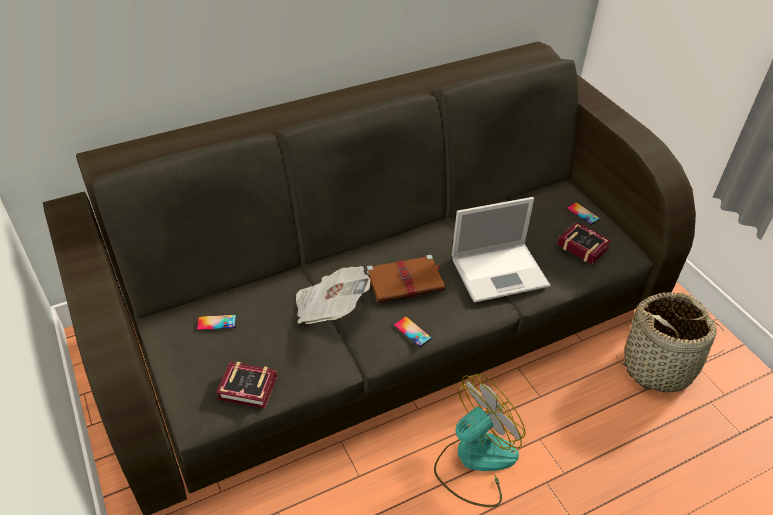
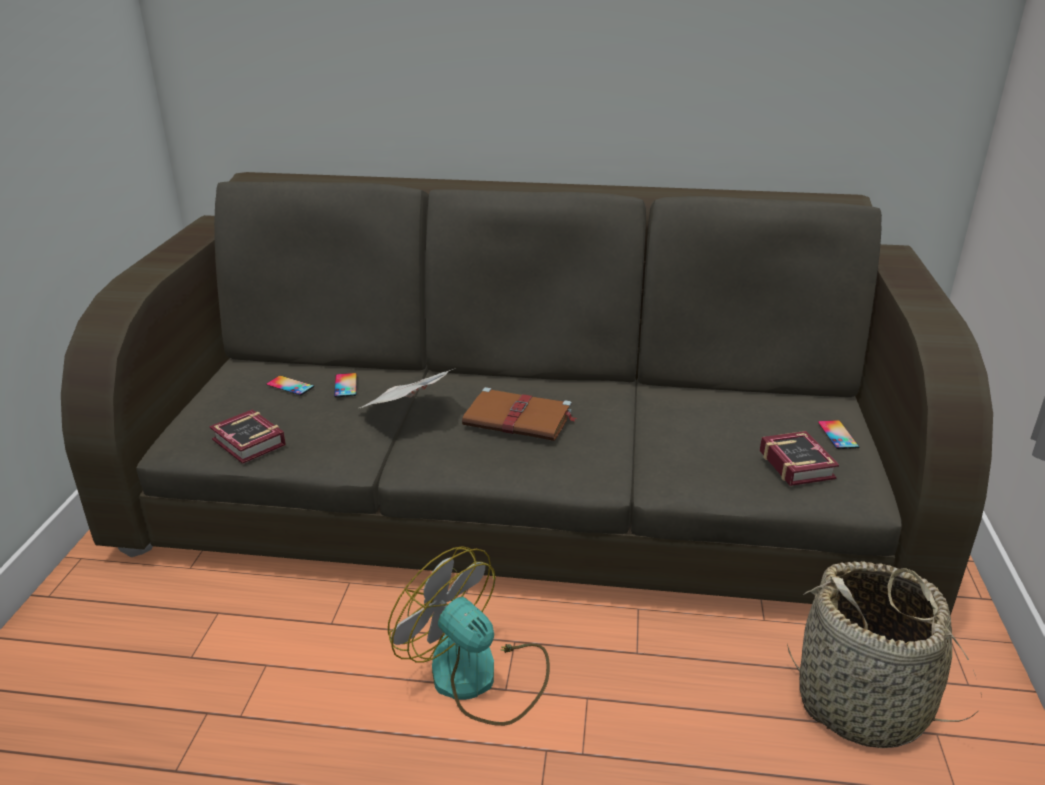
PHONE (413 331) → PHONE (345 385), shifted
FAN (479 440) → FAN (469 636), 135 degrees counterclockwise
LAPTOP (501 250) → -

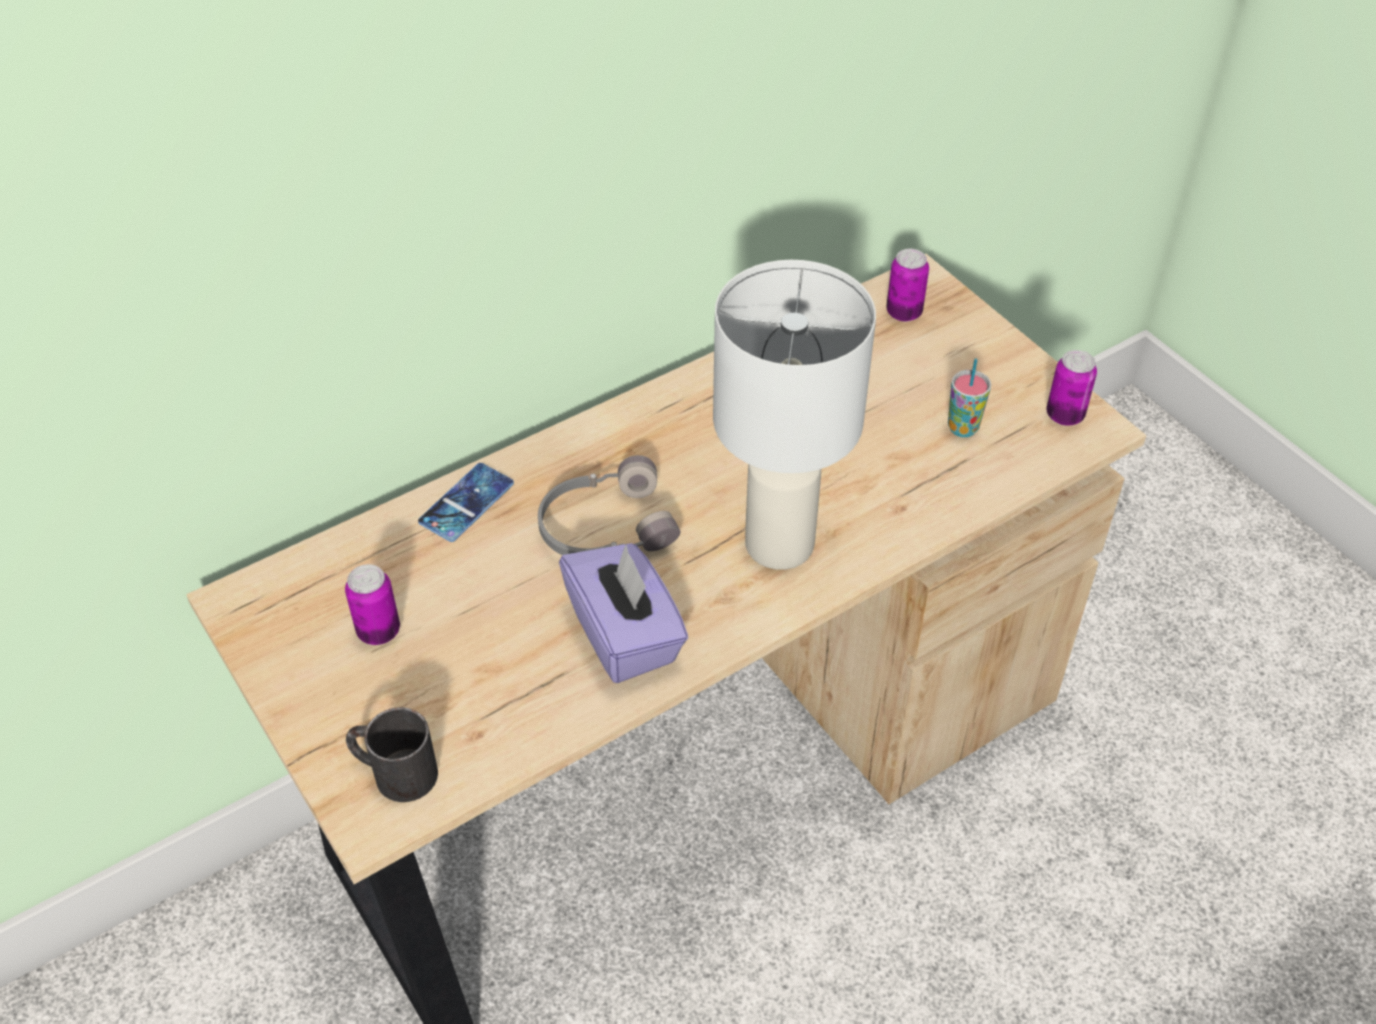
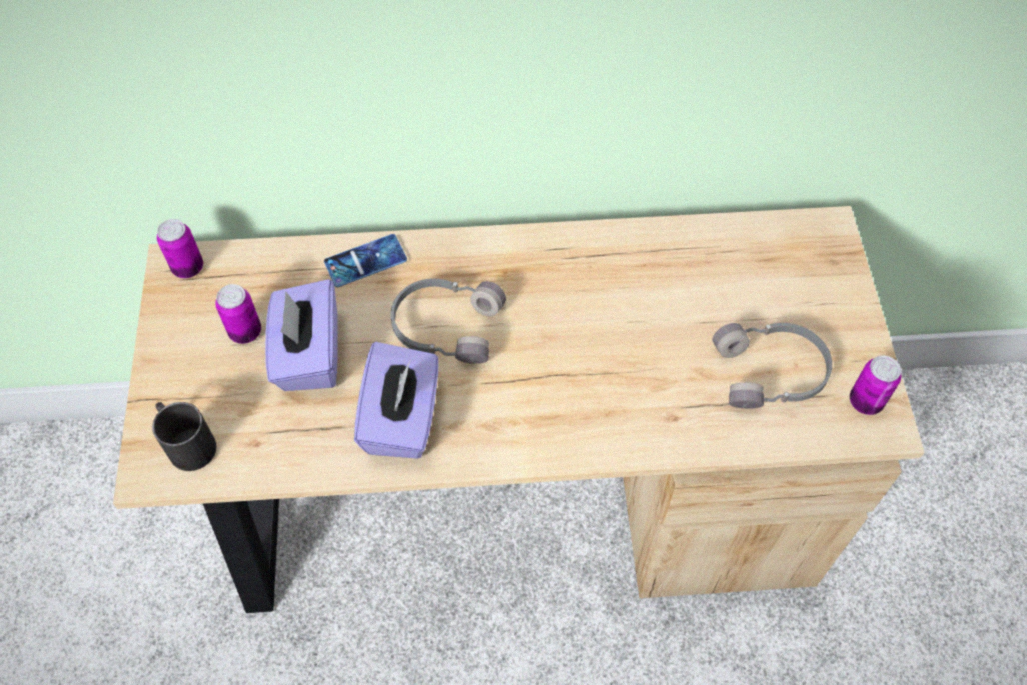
WHITE TABLE LAMP (794 415) → -
CAN (907 285) → CAN (180 248), shifted
CUP (969 398) → GREY HEADPHONES (772 366)
- → PURPLE TISSUE BOX (301 335)

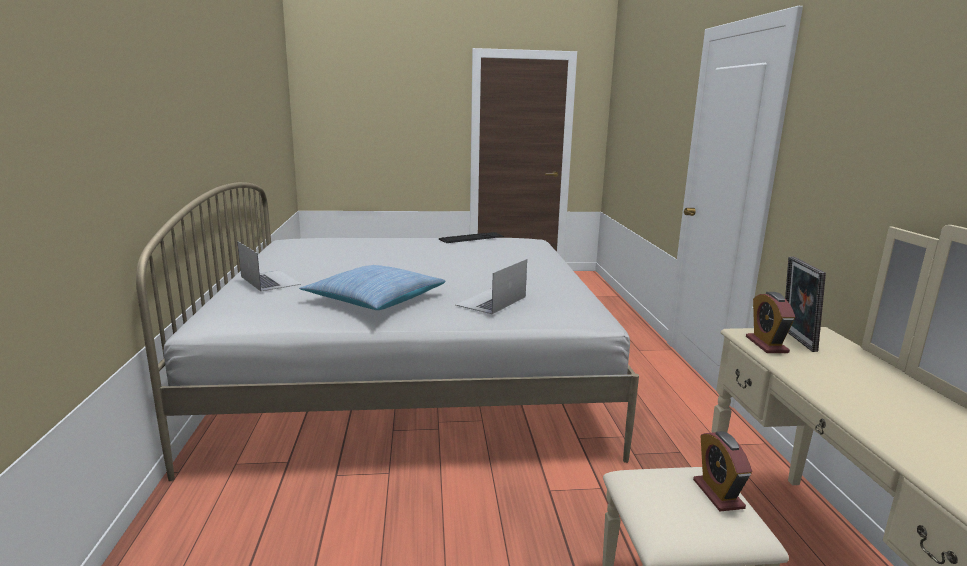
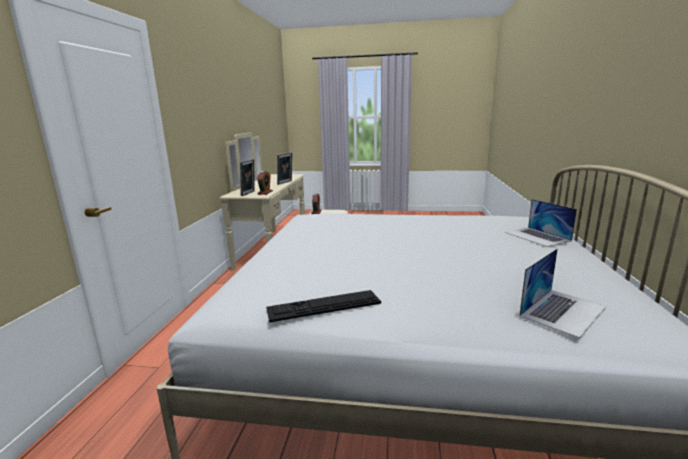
PILLOW (372 287) → -
LAPTOP (491 286) → LAPTOP (562 293), shifted
- → PICTURE FRAME (284 169)

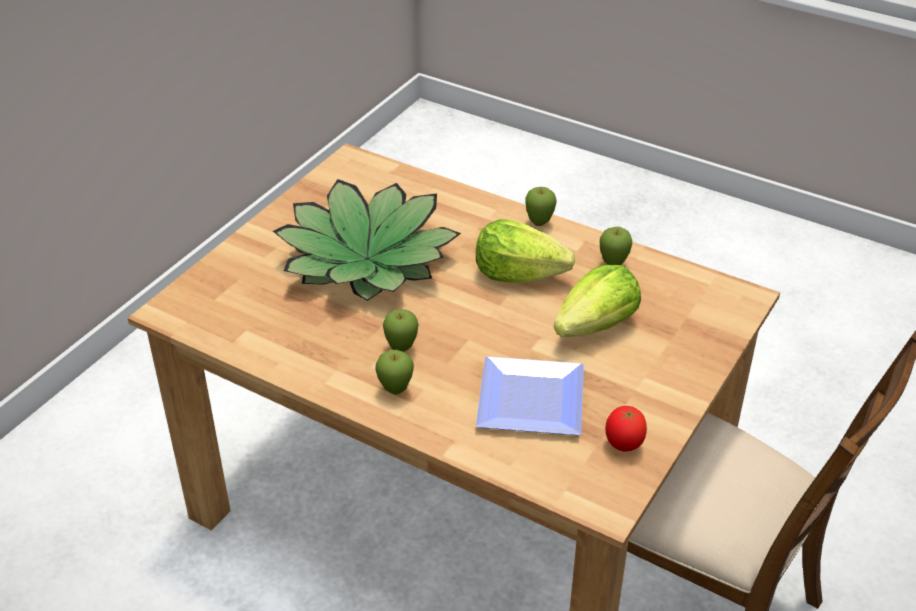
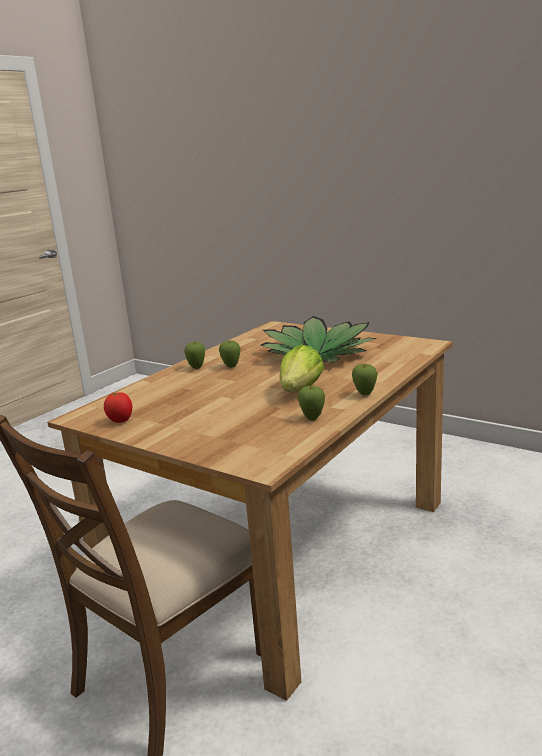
PLATE (530 395) → -
LETTUCE (597 301) → -

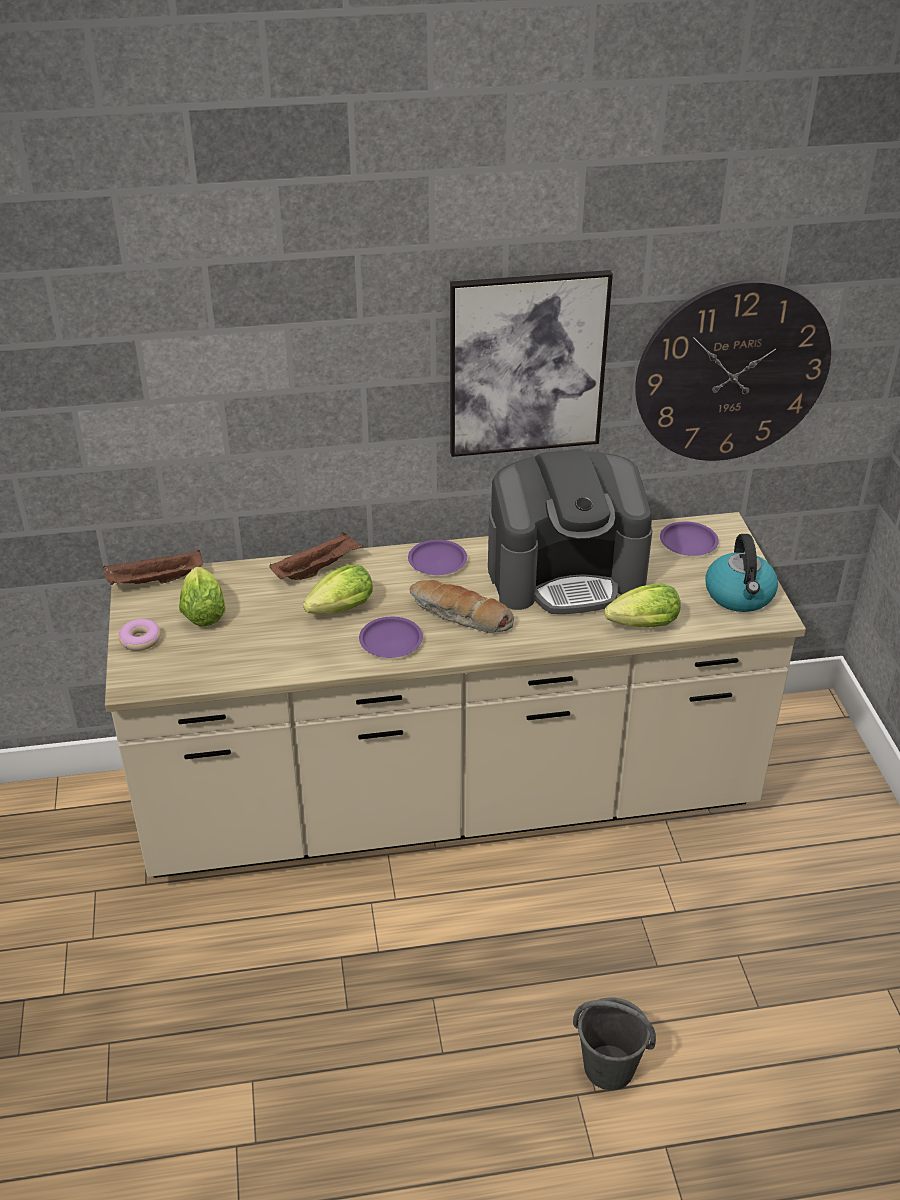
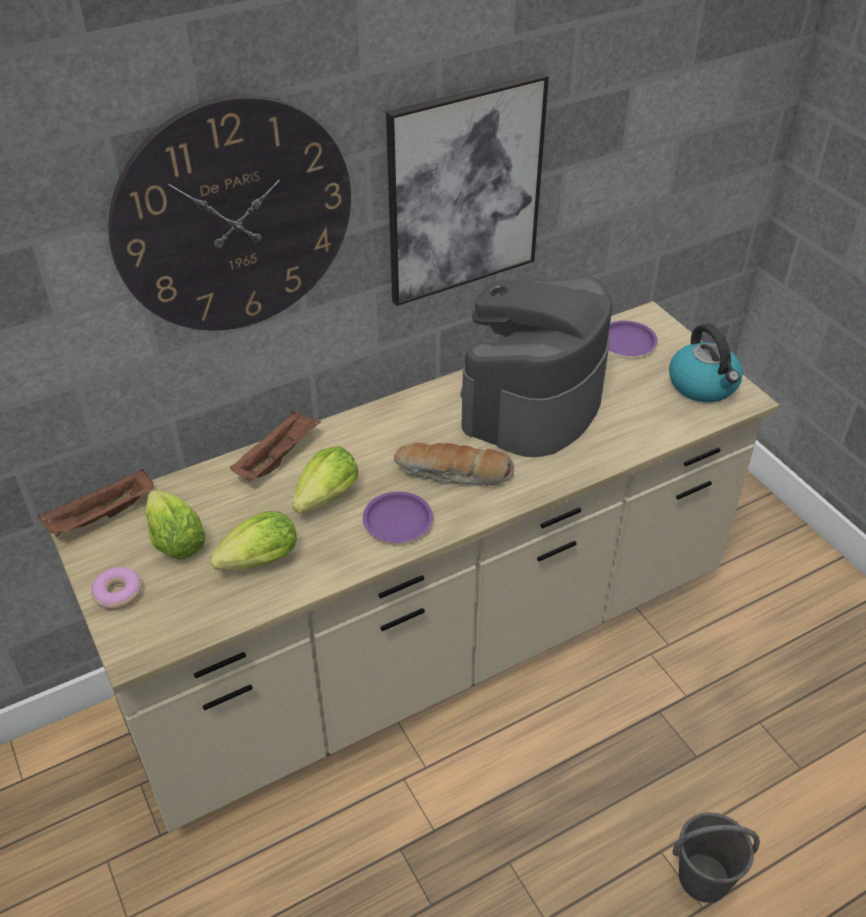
PURPLE PLATE (437 557) → -
COFFEE MACHINE (570 531) → COFFEE MACHINE (536 366), 150 degrees clockwise
LETTUCE (642 605) → LETTUCE (253 540), shifted
WALL CLOCK (733 370) → WALL CLOCK (229 213), shifted

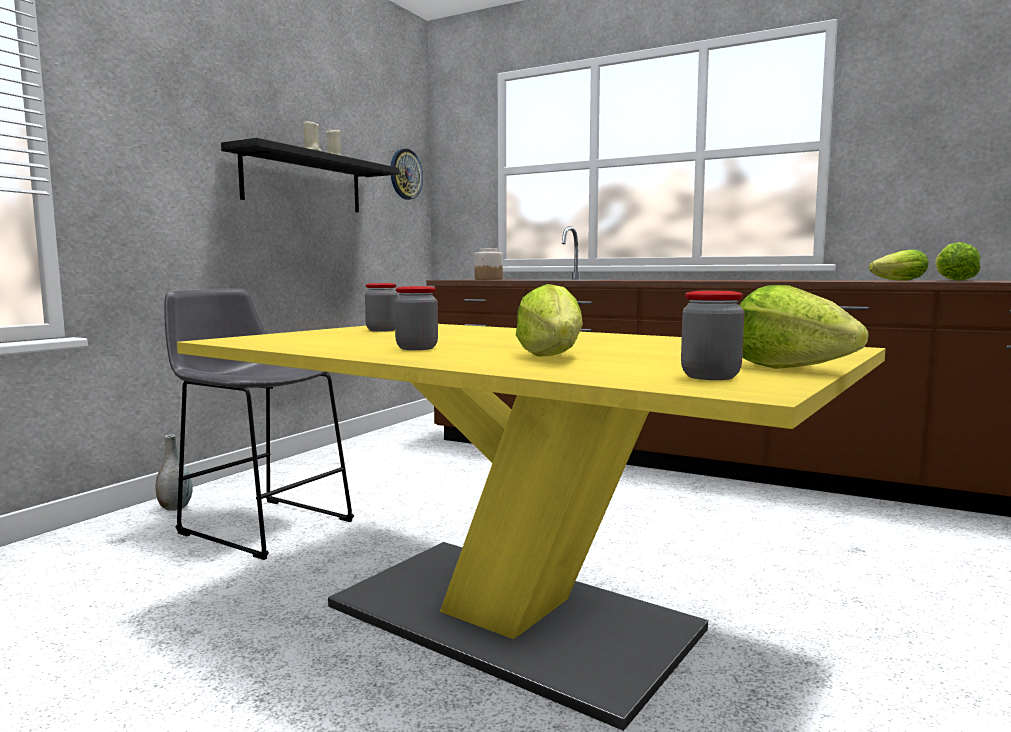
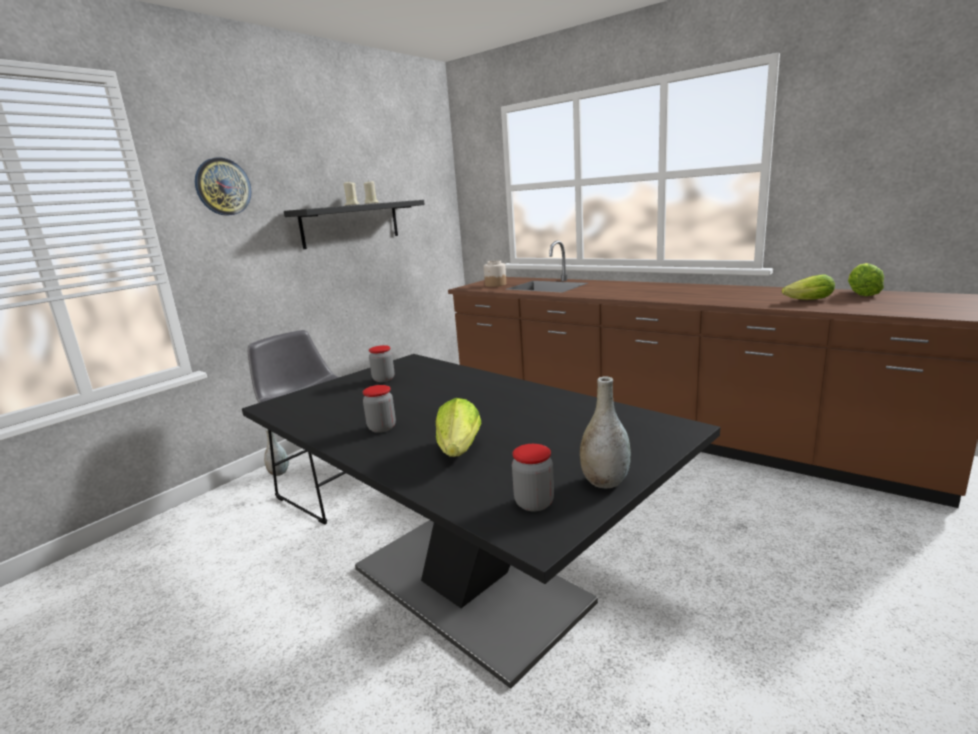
YELLOW DINING TABLE (531 527) → BLACK DINING TABLE (481 521)
WALL CLOCK (407 174) → WALL CLOCK (223 187), shifted
LETTUCE (804 327) → GREY VASE (605 432)

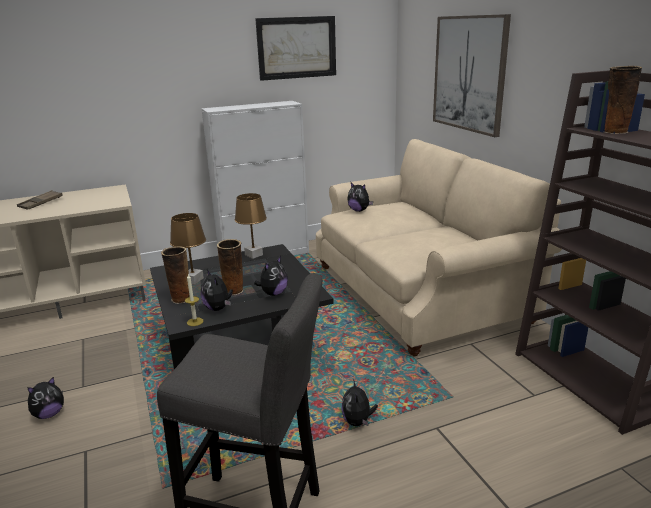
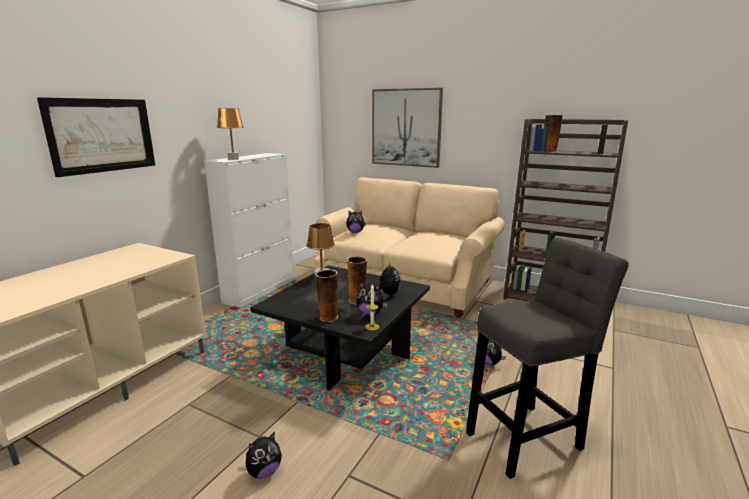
BROWN TRAY (40 200) → -
PLUSH TOY (45 398) → PLUSH TOY (264 455), 45 degrees clockwise
BROWN TABLE LAMP (188 248) → BROWN TABLE LAMP (230 134), shifted
PICTURE (295 48) → PICTURE (96 137), shifted

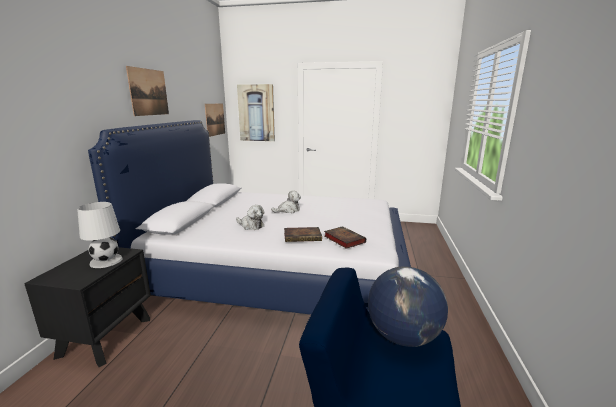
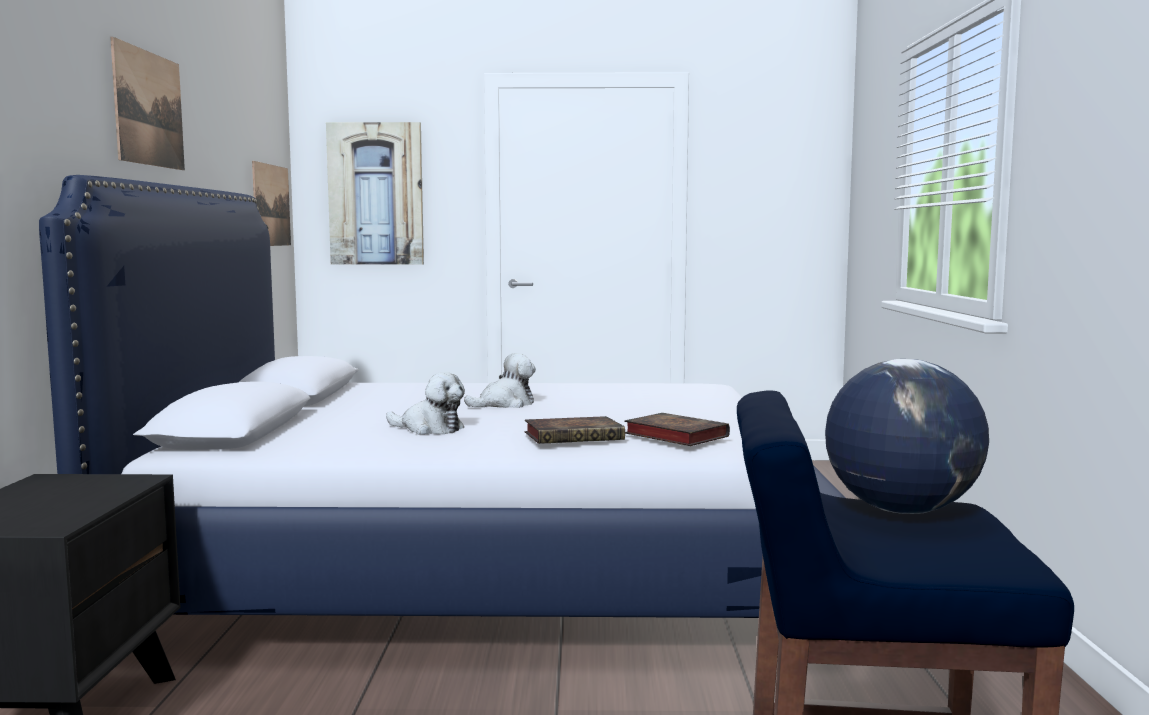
WHITE TABLE LAMP (100 235) → -

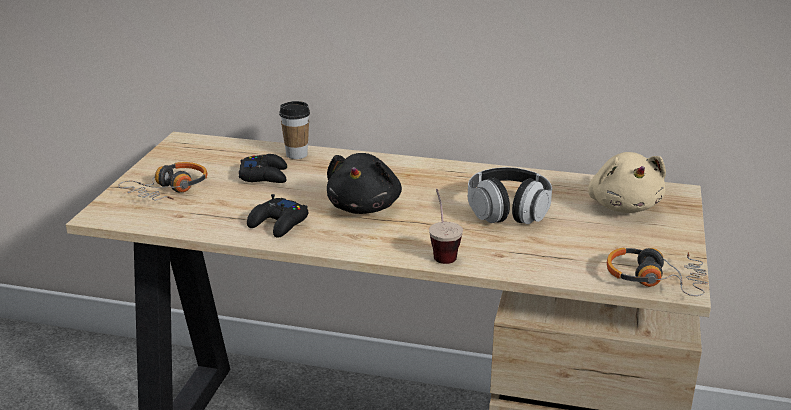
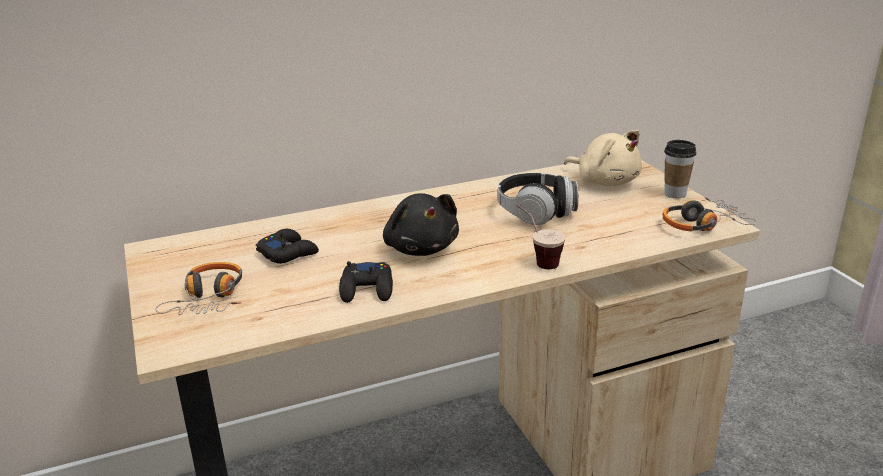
CUP (294 130) → CUP (680 169), shifted

